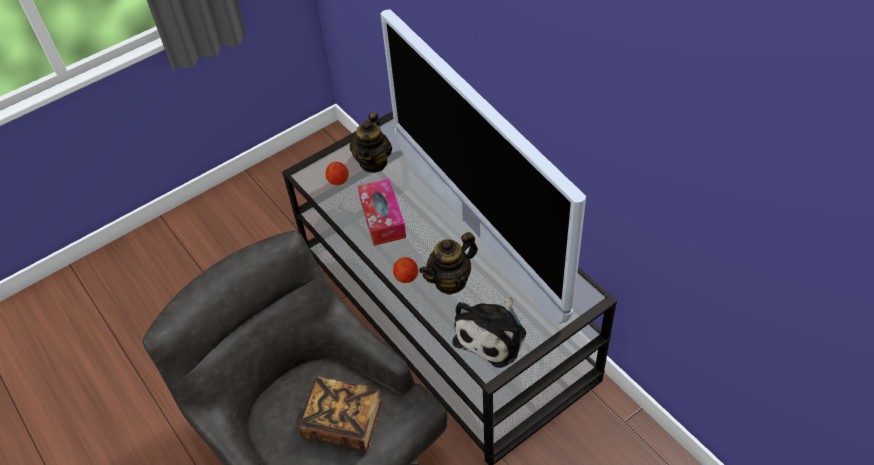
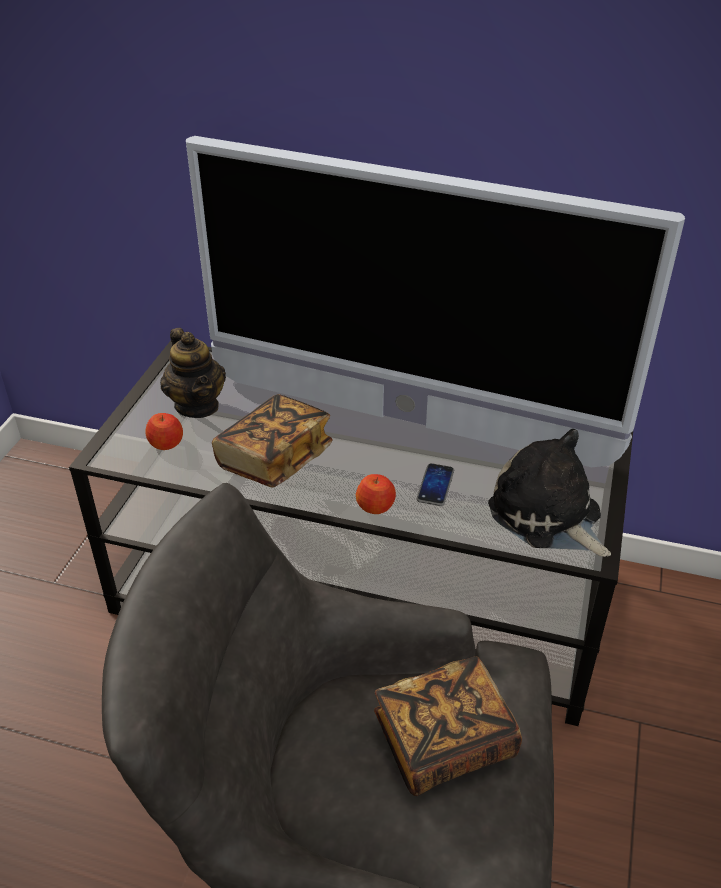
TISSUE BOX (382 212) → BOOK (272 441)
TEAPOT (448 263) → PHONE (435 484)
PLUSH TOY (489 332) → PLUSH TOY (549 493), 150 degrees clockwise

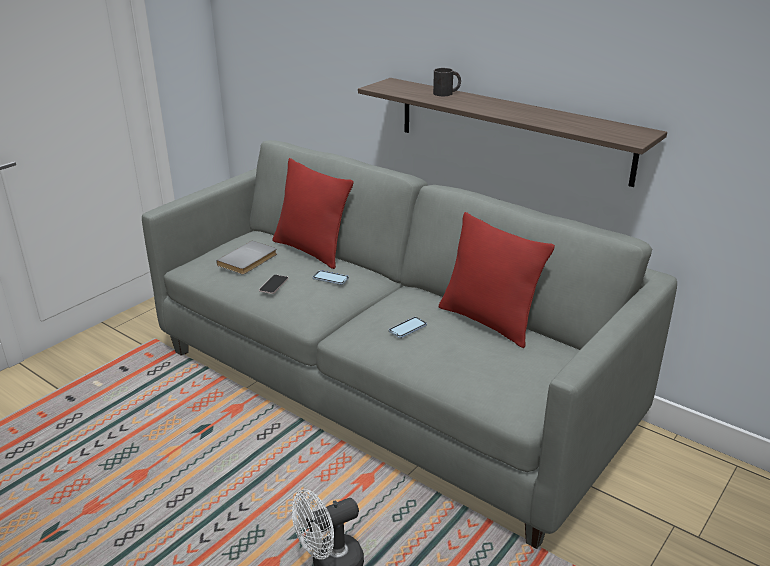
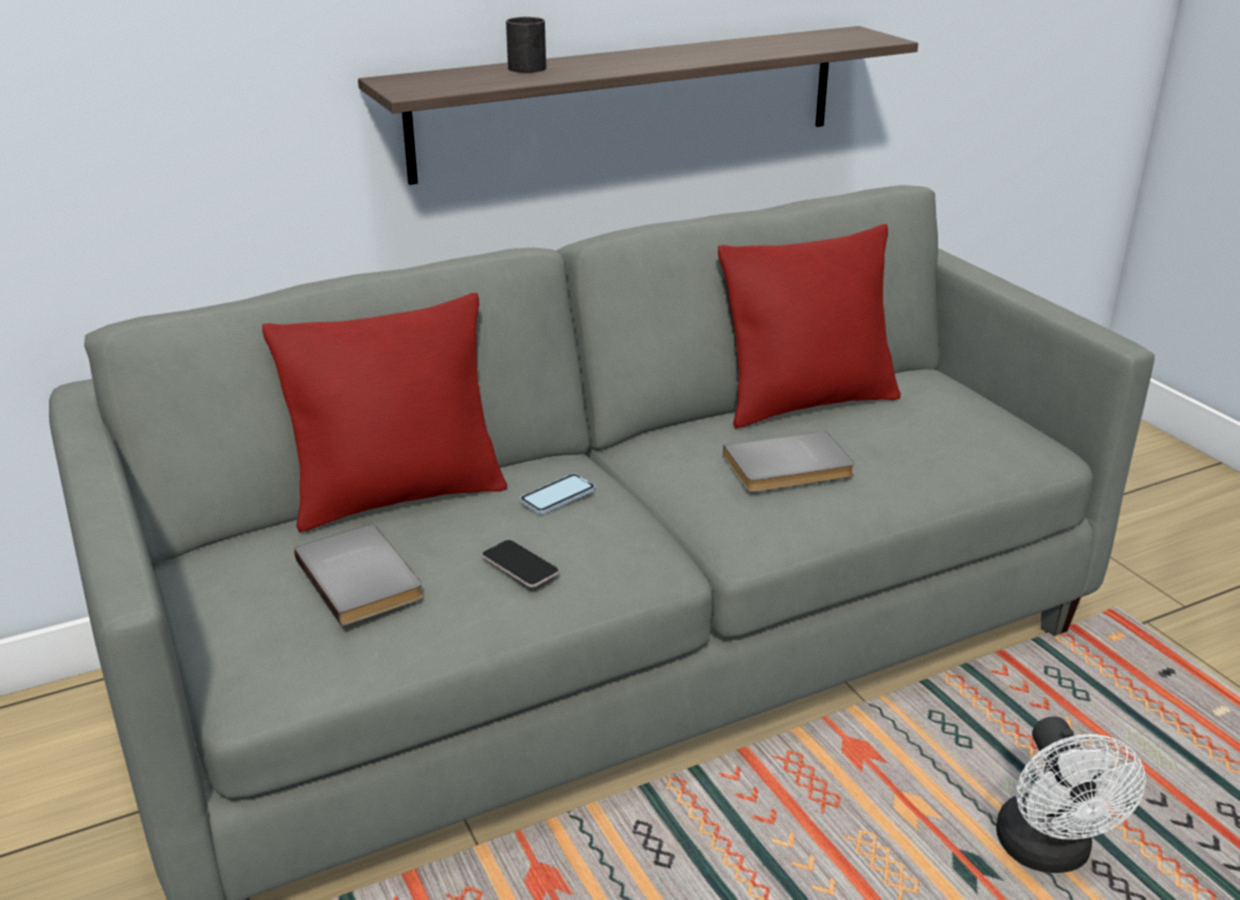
PHONE (408 327) → GREY BOOK (789 461)

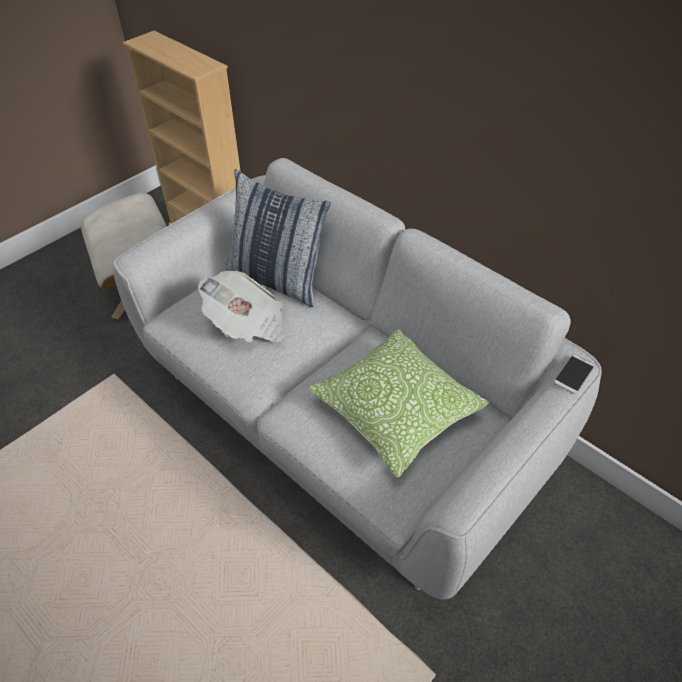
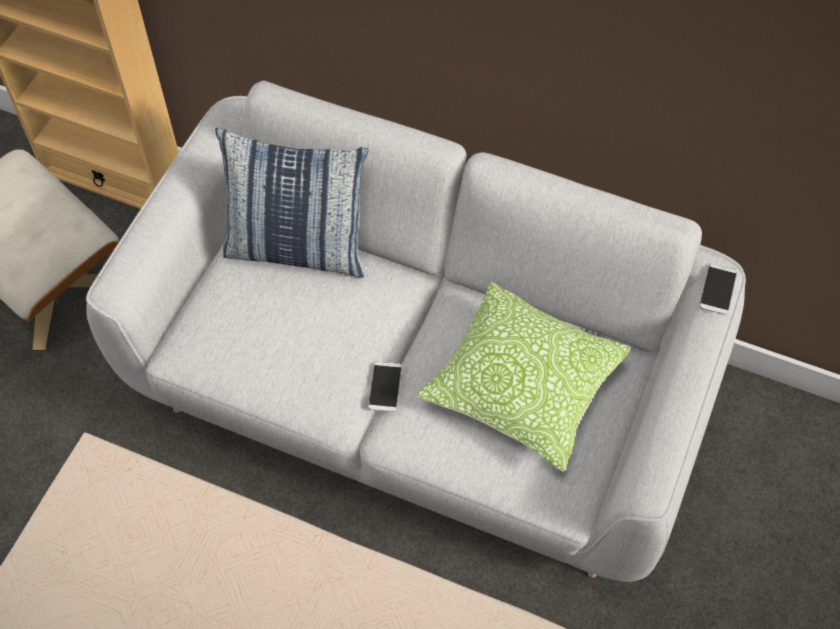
NEWSPAPER (241 307) → -
- → PHONE (385 387)

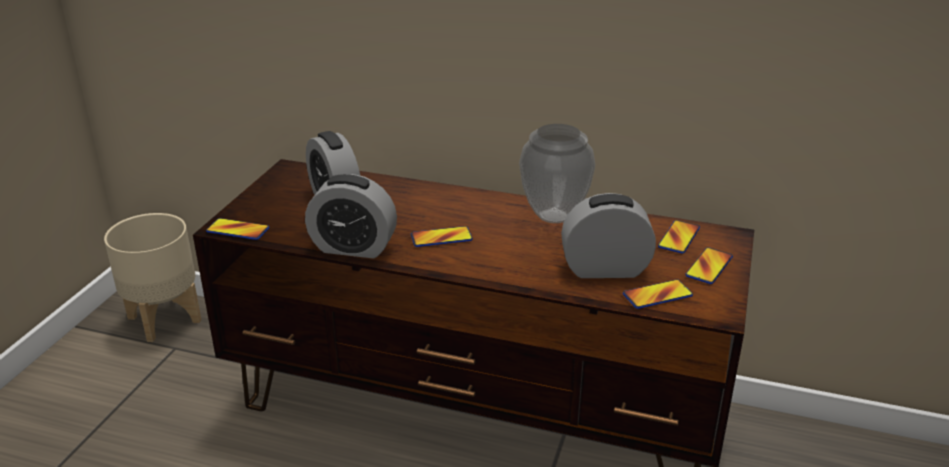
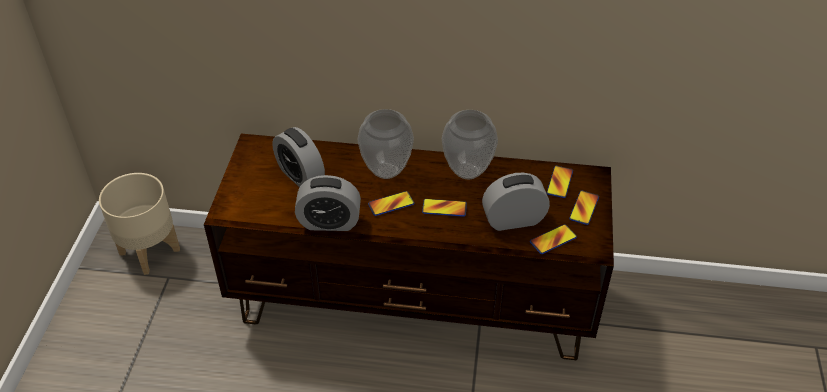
PHONE (237 229) → PHONE (444 208), shifted
- → VASE (385 144)

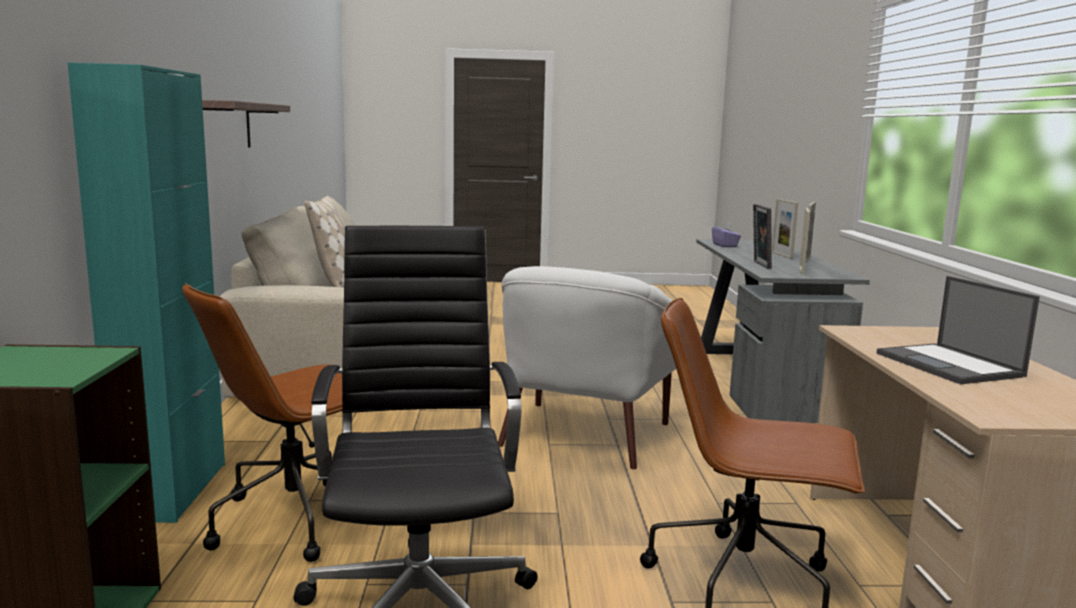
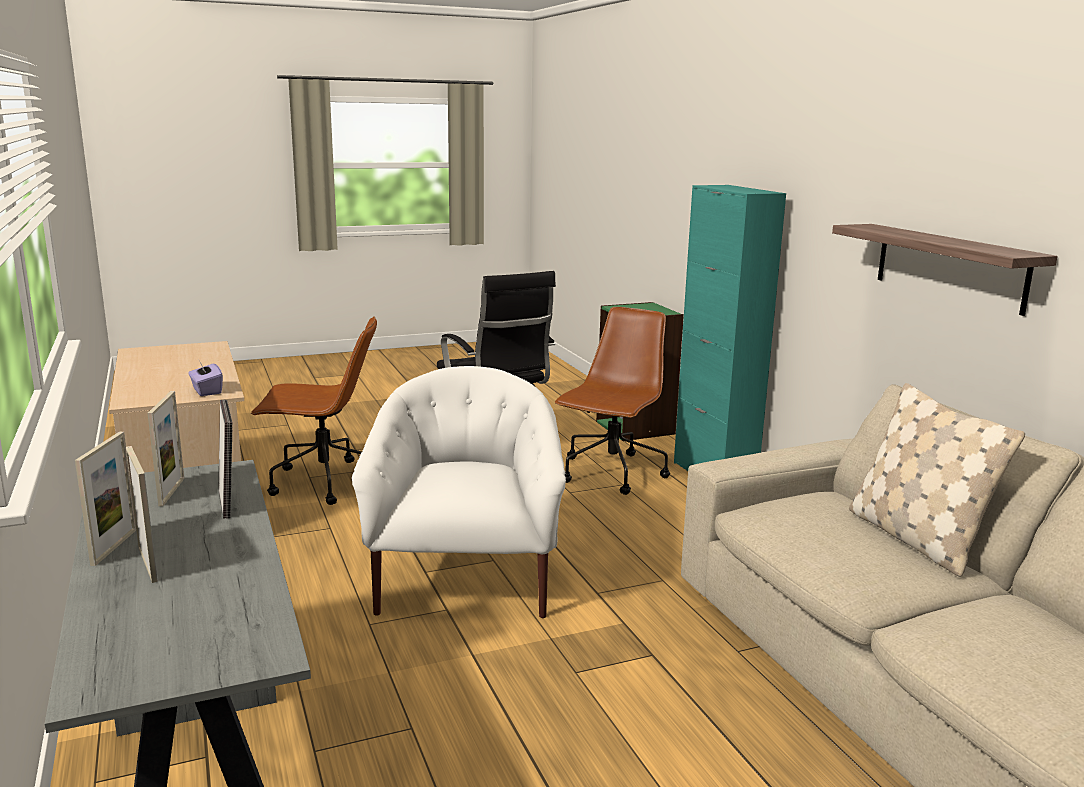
PURPLE TISSUE BOX (726 234) → PURPLE TISSUE BOX (205 380), shifted
LAPTOP (958 330) → -

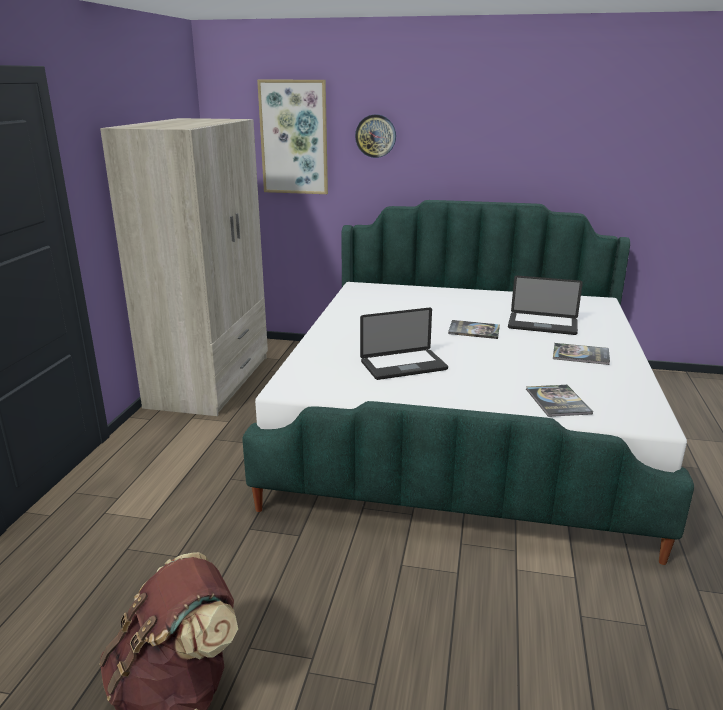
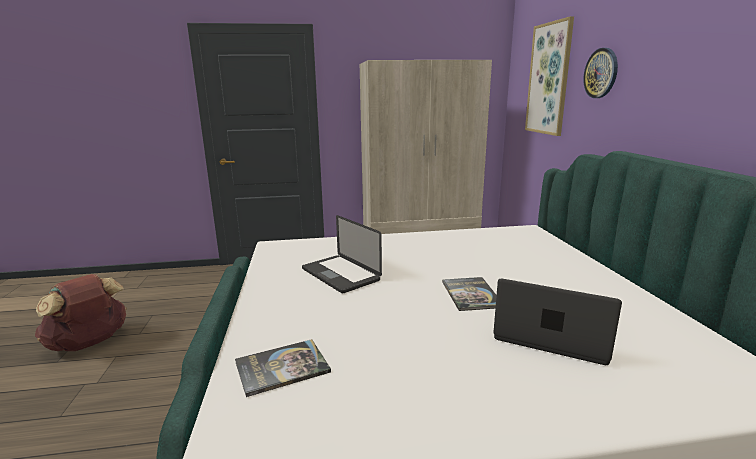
LAPTOP (545 305) → LAPTOP (558 322), 120 degrees clockwise
BOOK (581 354) → -

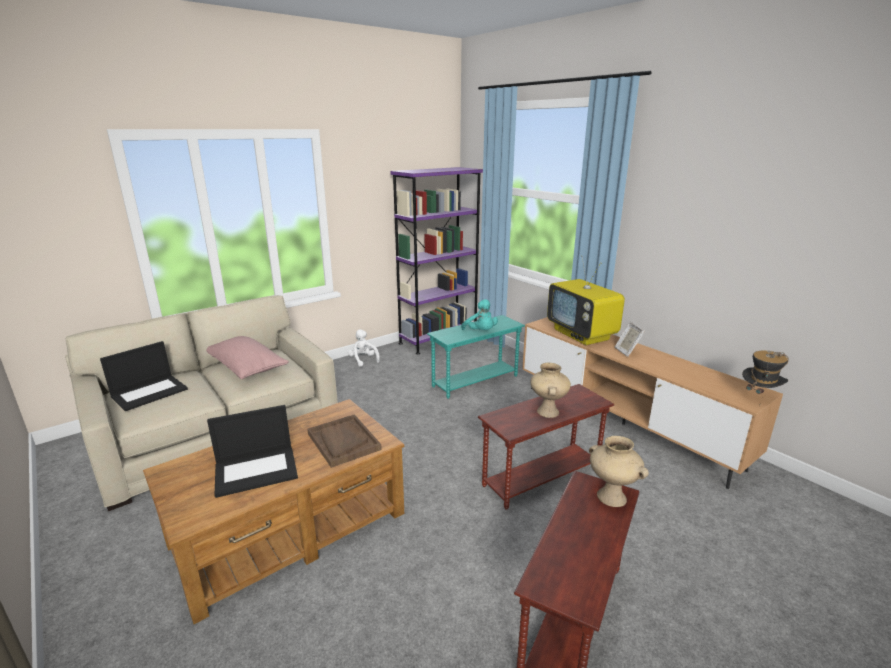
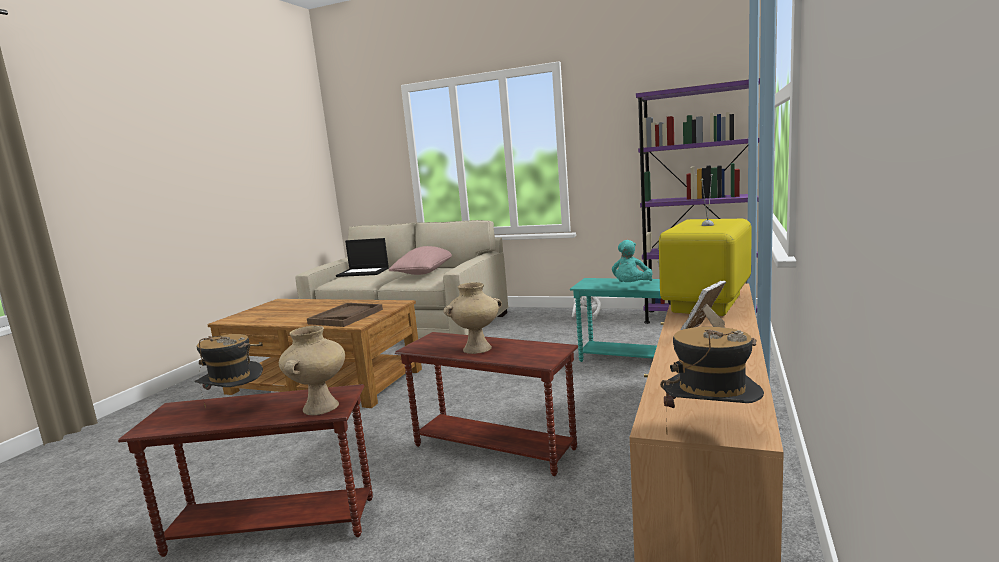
LAPTOP (252 451) → -
- → HAT (228 371)

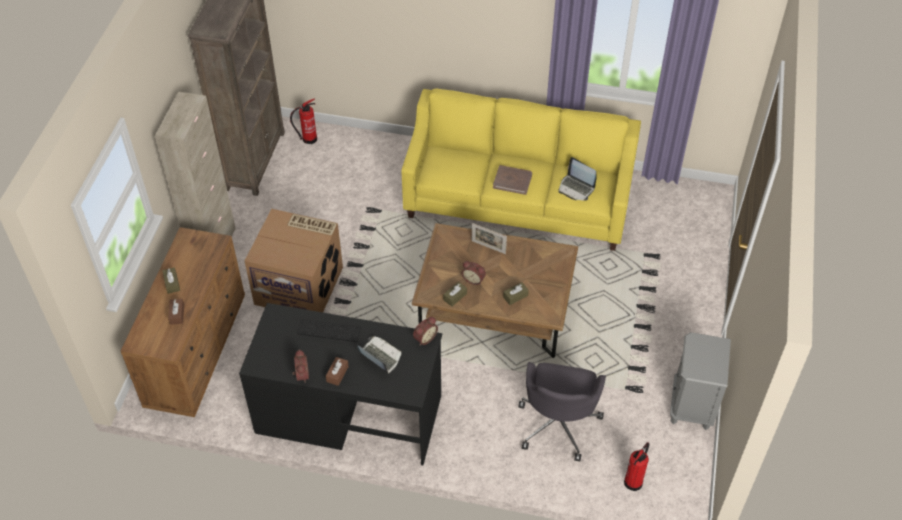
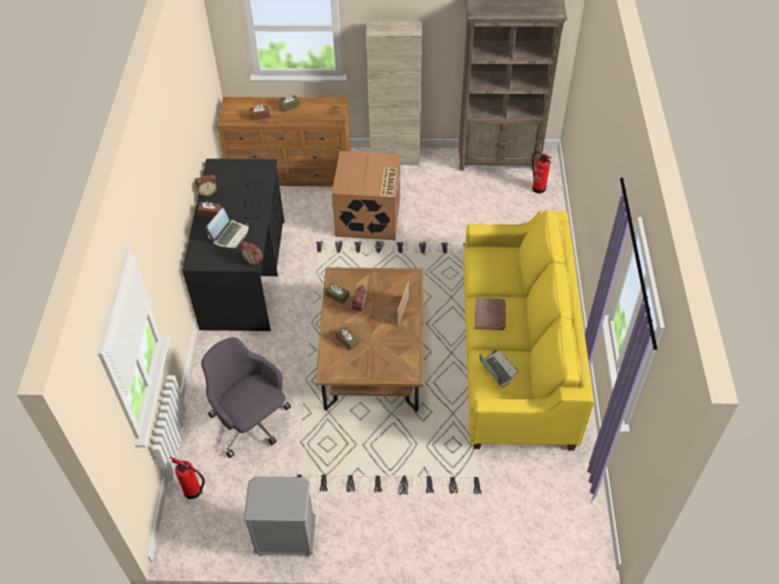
GREY OFFICE CHAIR (562 411) → GREY OFFICE CHAIR (246 397), 45 degrees clockwise
LAPTOP (577 179) → LAPTOP (499 368), 120 degrees clockwise

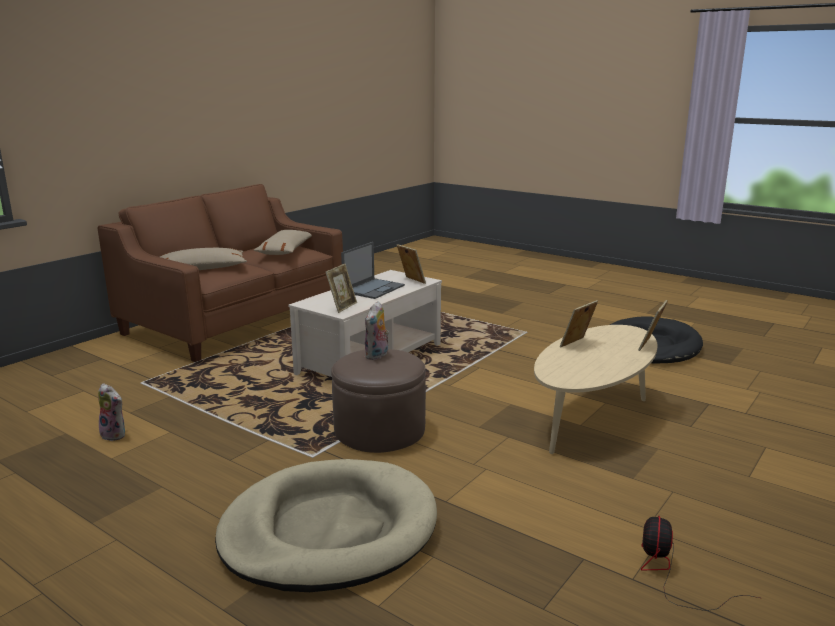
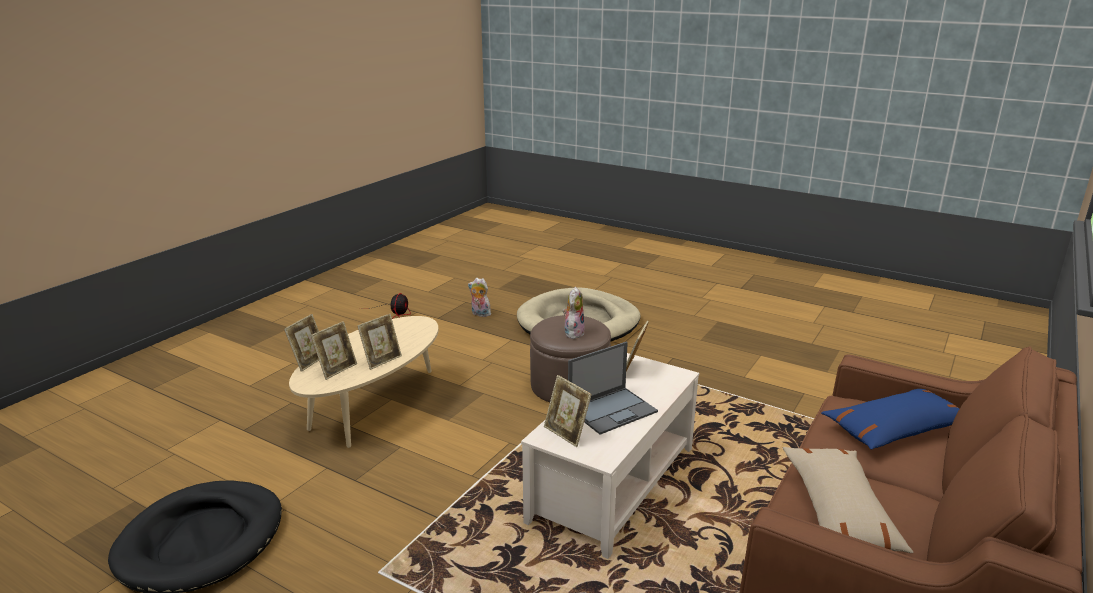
PLUSH TOY (112 412) → PLUSH TOY (479 297), shifted
BEIGE PILLOW (203 259) → BLUE PILLOW (890 419)
LAPTOP (373 270) → LAPTOP (613 388), 150 degrees counterclockwise
- → PICTURE FRAME (334 350)

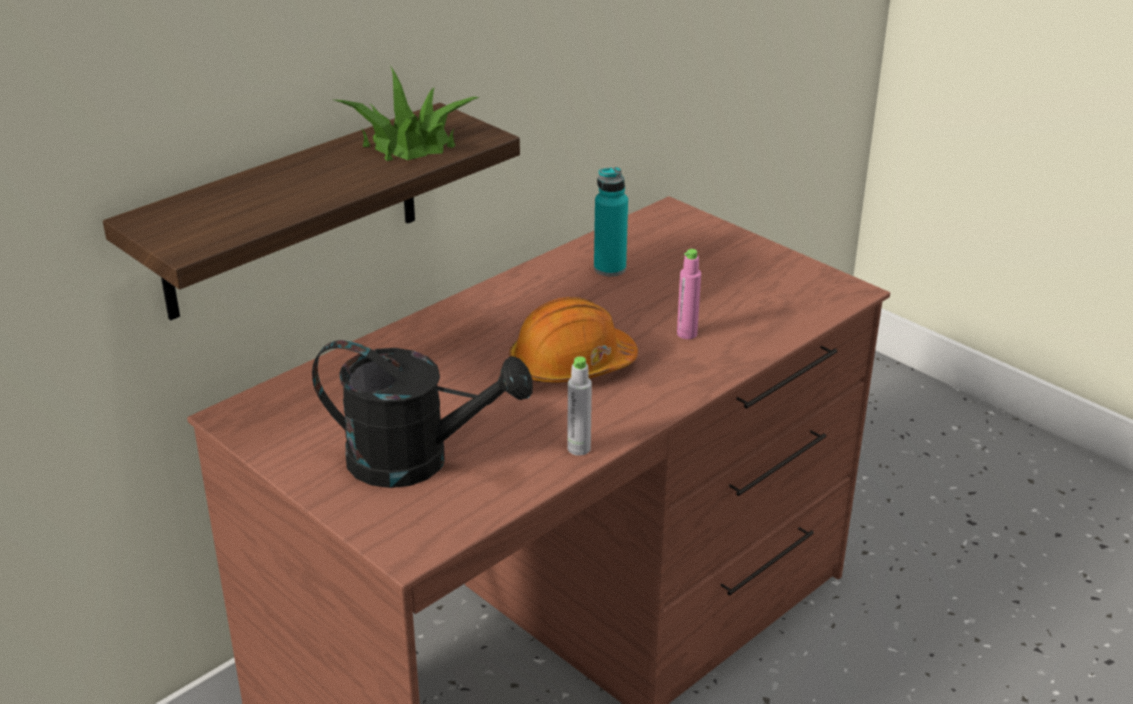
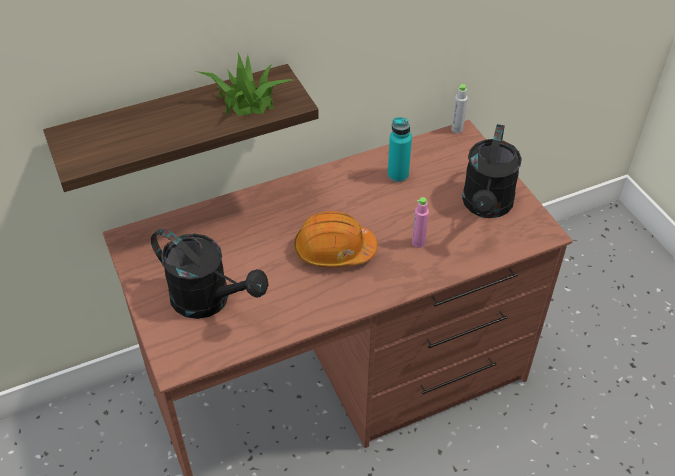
GREY BOTTLE (579 406) → GREY BOTTLE (459 108), shifted
- → BLACK WATERING CAN (492 171)

